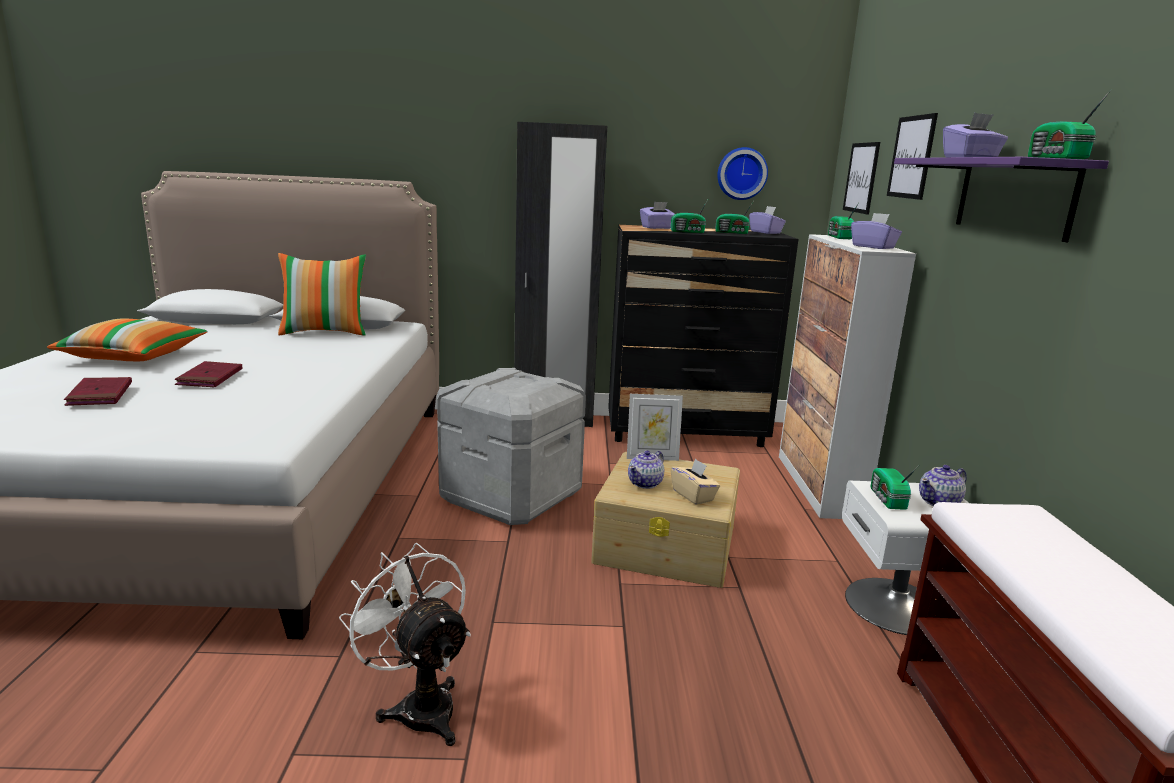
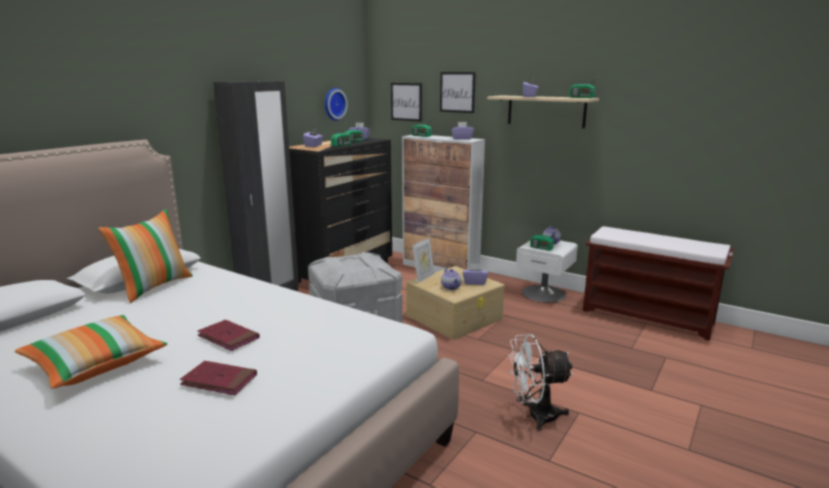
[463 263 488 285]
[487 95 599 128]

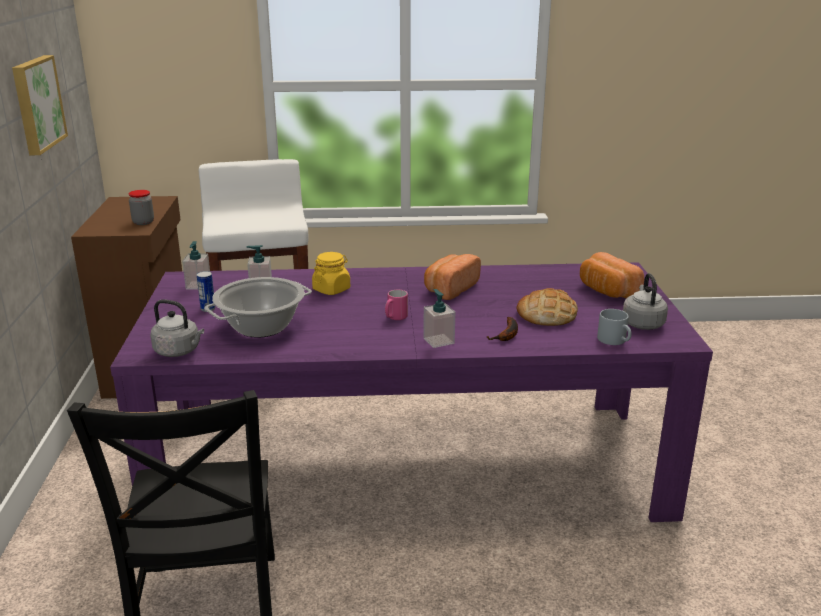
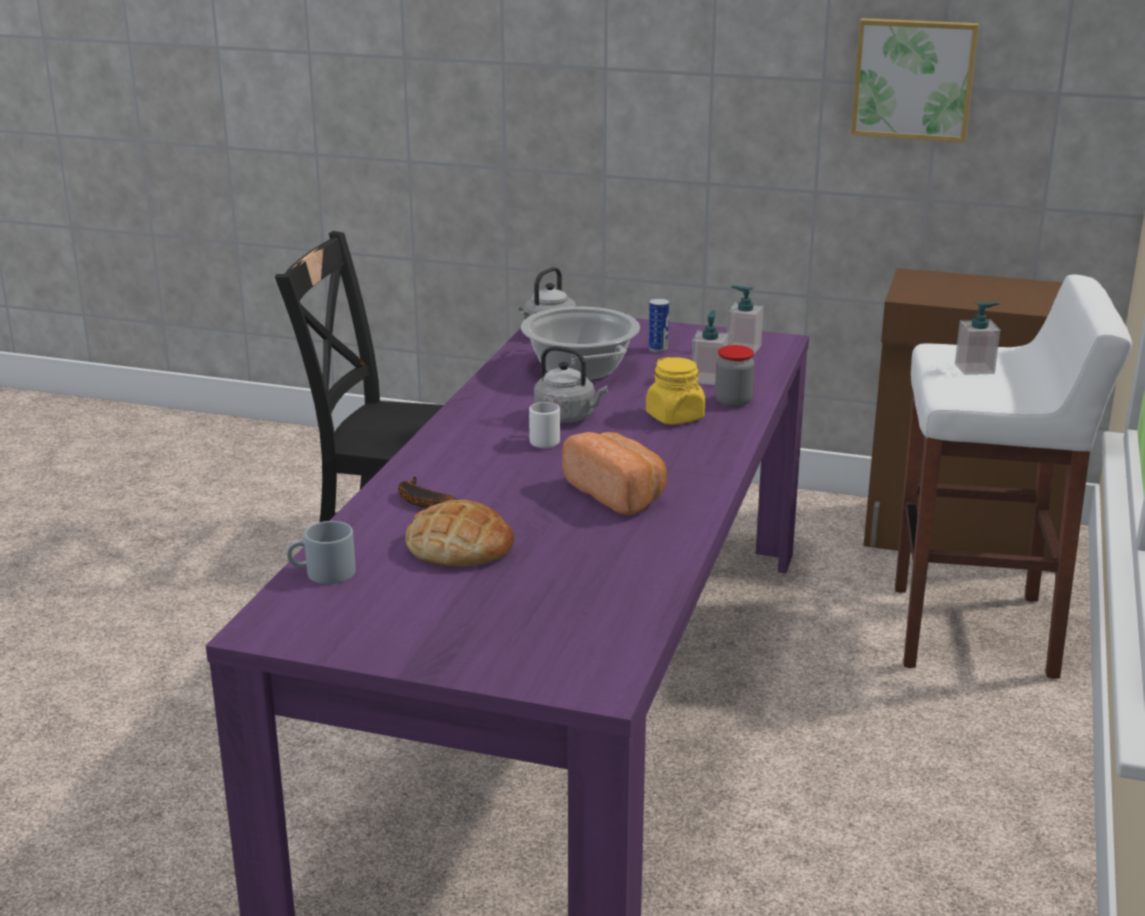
[580 252 644 298] (first image)
[715 345 755 408]
[955 302 1000 375]
[534 346 608 423]
[529 402 560 448]

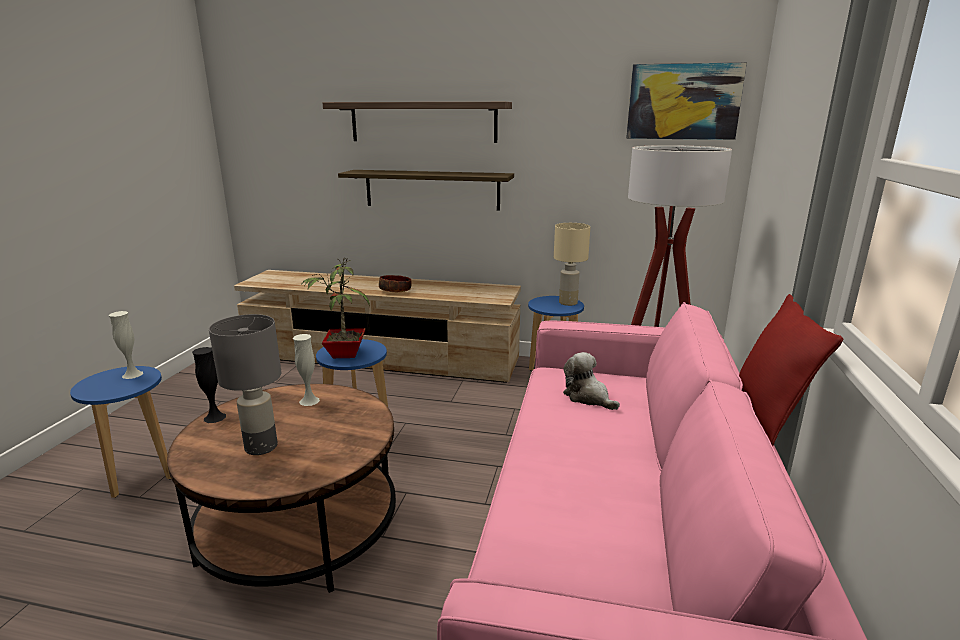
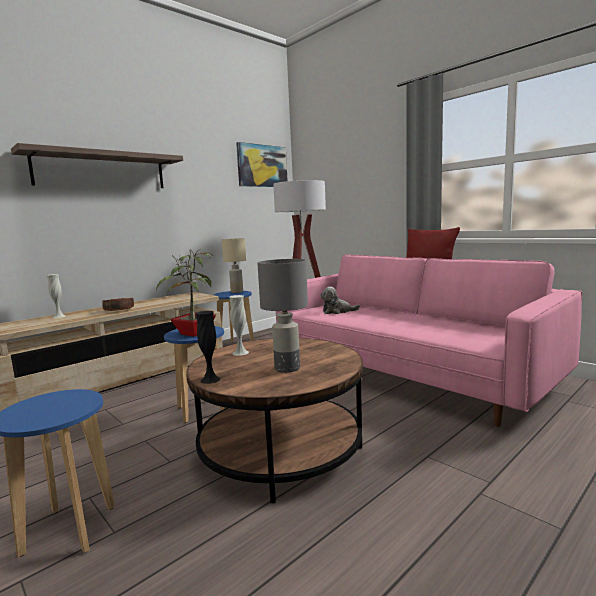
[338 170 514 211] (first image)
[47 274 65 318]

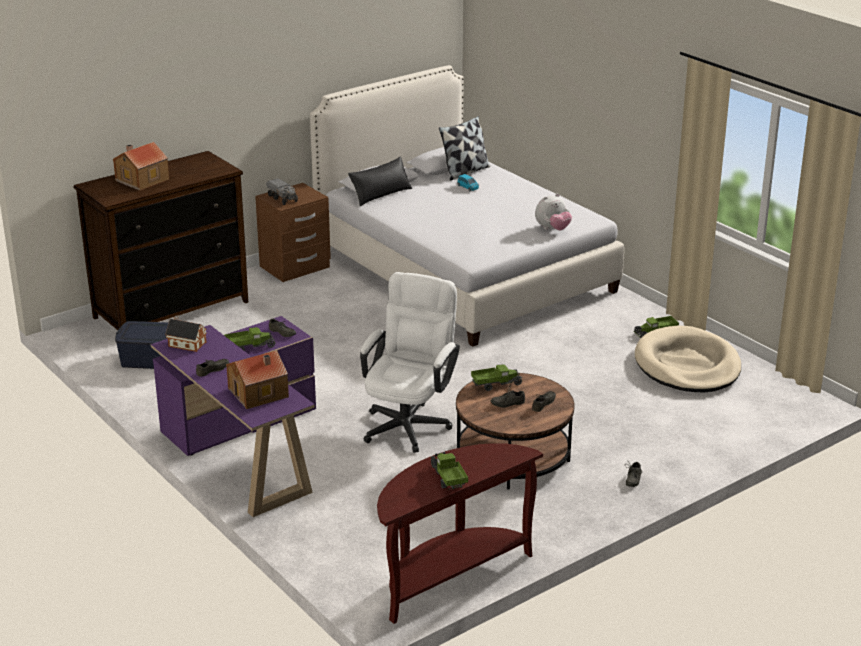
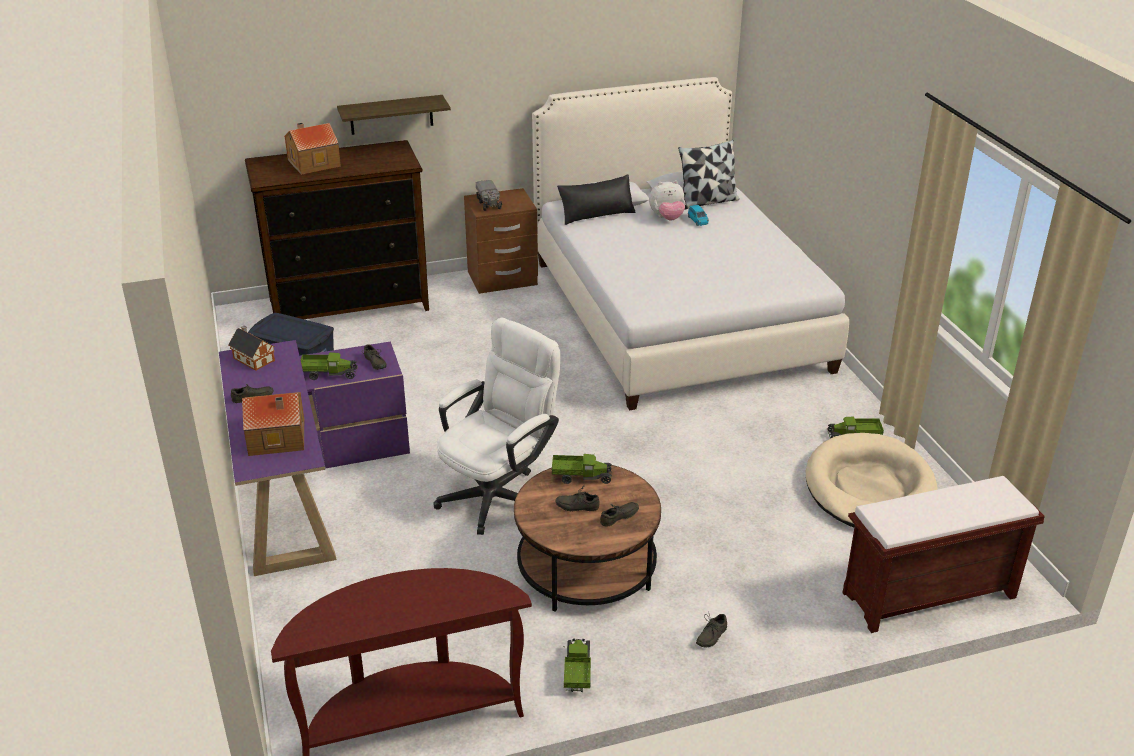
[337 95 451 135]
[842 476 1045 633]
[564 639 591 692]
[649 180 685 221]

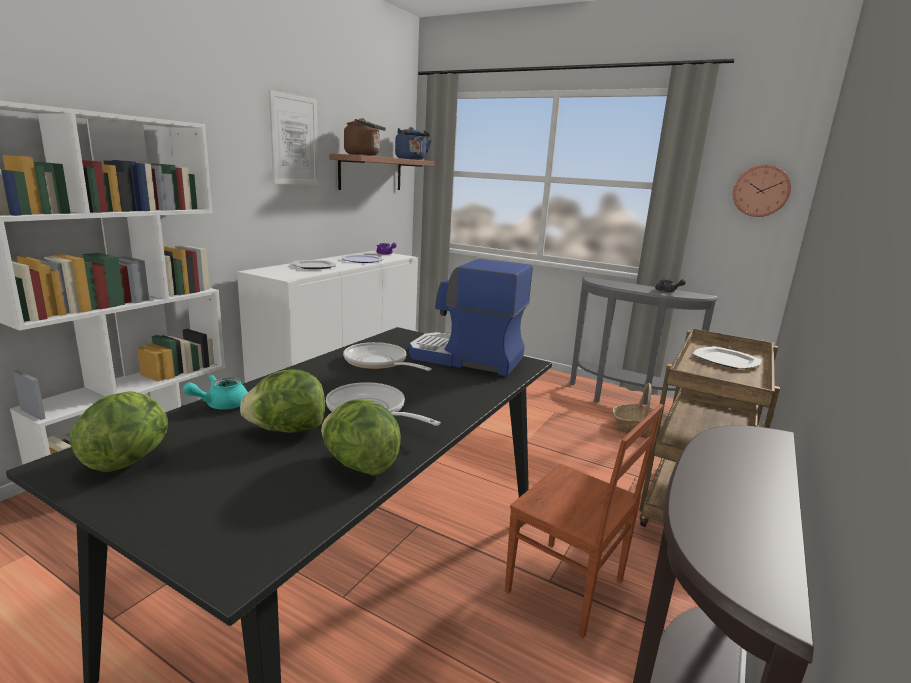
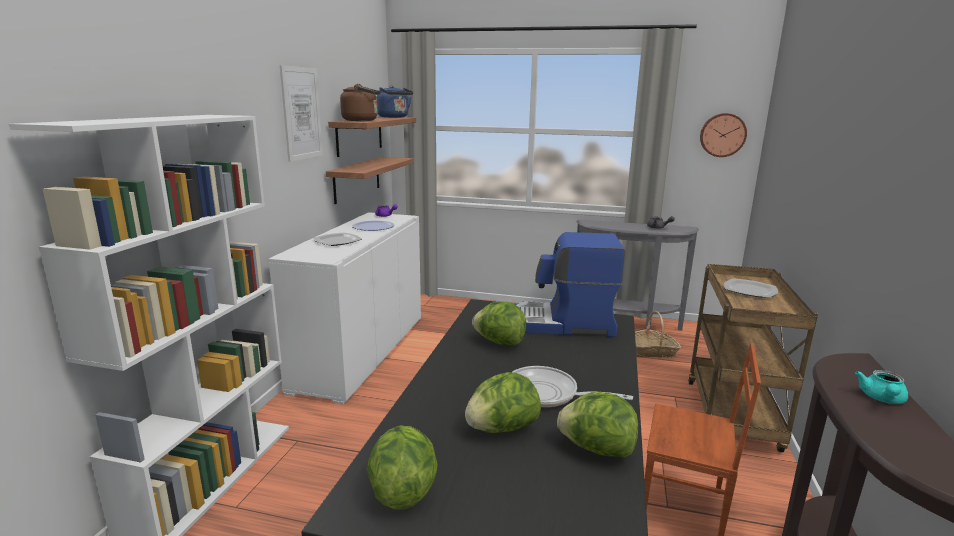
[326 157 414 204]
[855 370 908 404]
[472 301 527 345]

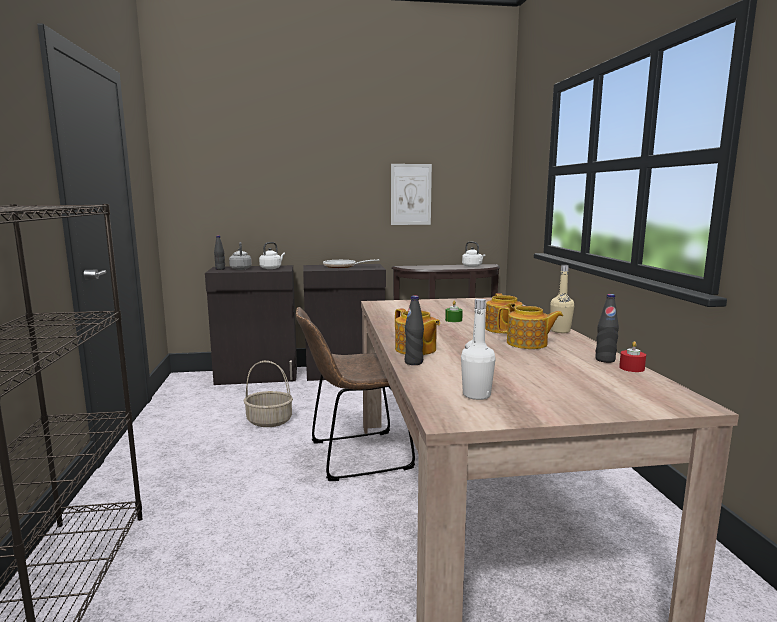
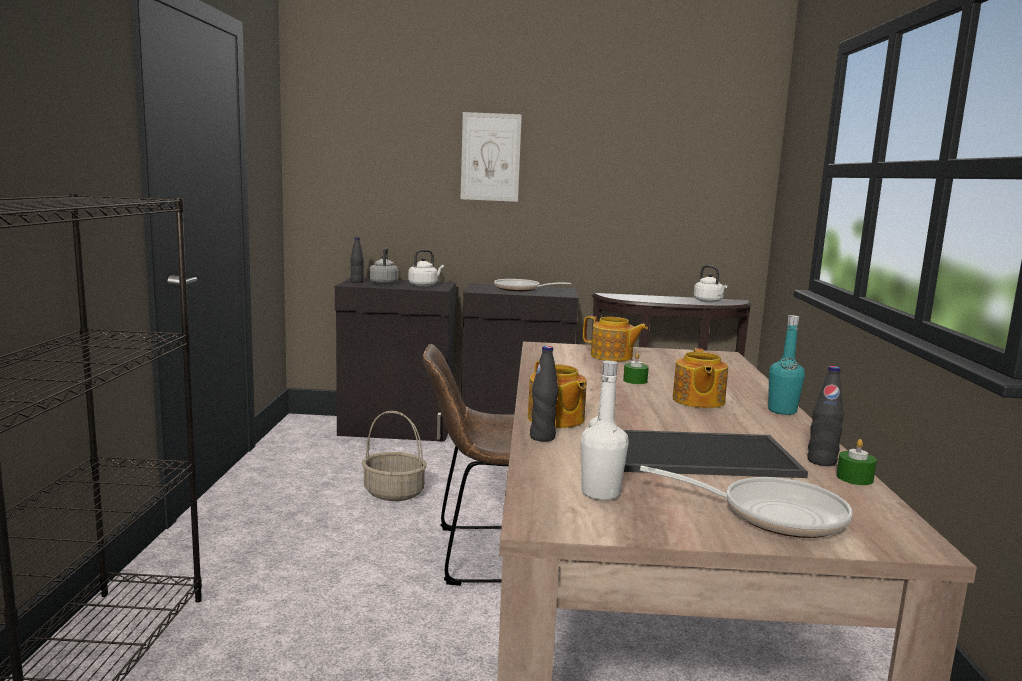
[623 430 808 478]
[640 466 853 538]
[460 112 522 202]
[583 316 648 362]
[768 315 805 415]
[836 439 877 485]

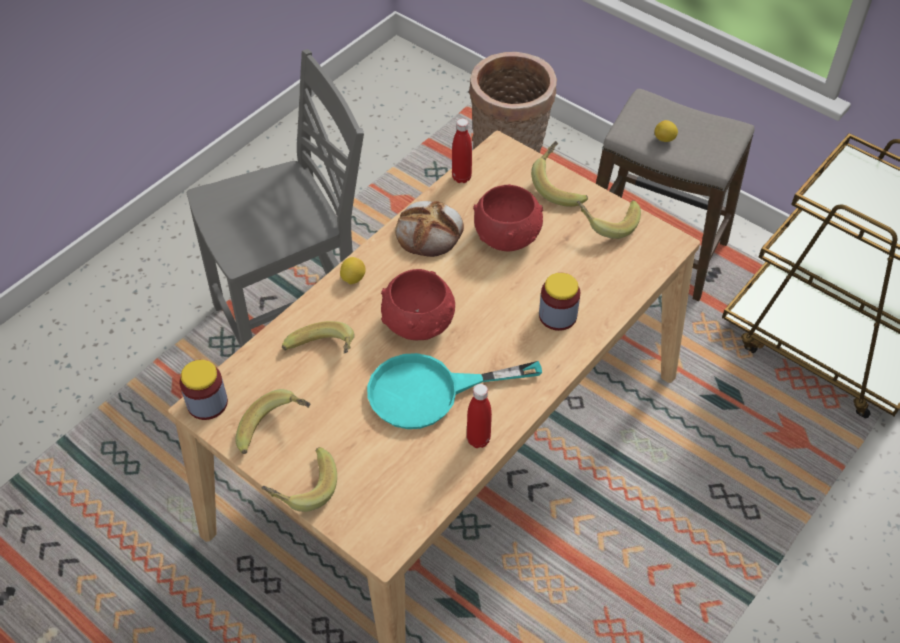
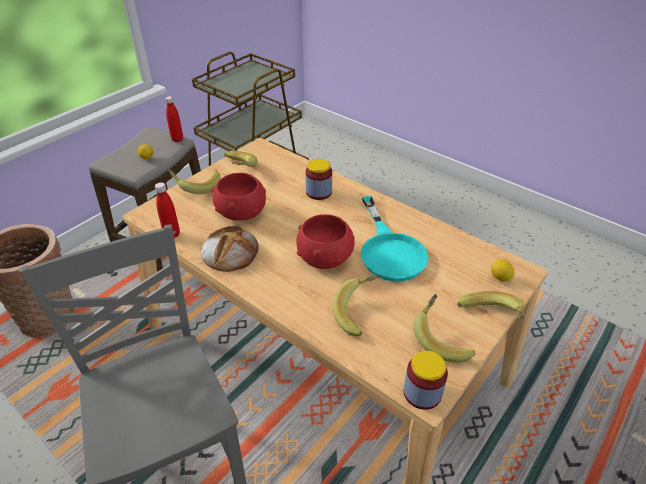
[491 260 515 281]
[165 96 183 142]

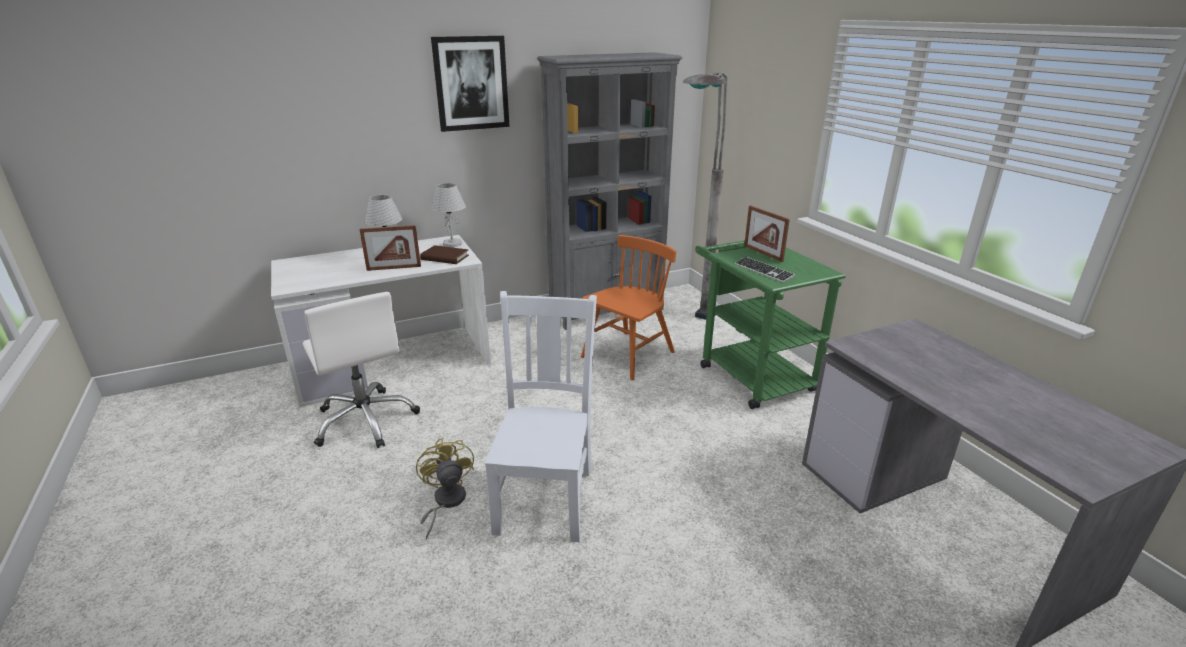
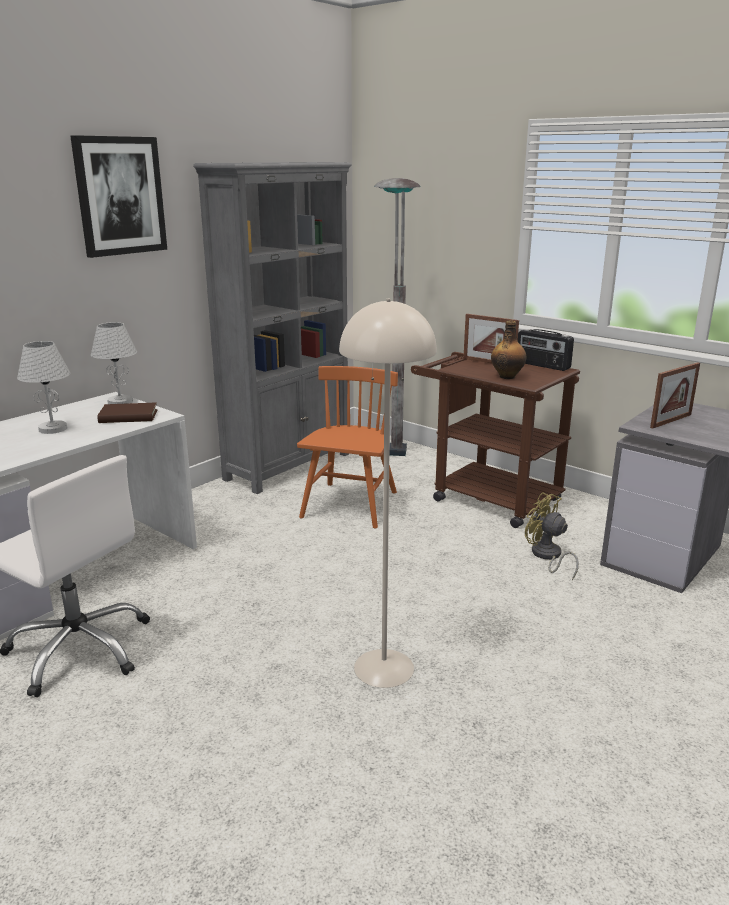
[518 329 574 371]
[650 362 700 428]
[525 492 579 580]
[339 299 437 688]
[491 320 527 379]
[411 352 580 528]

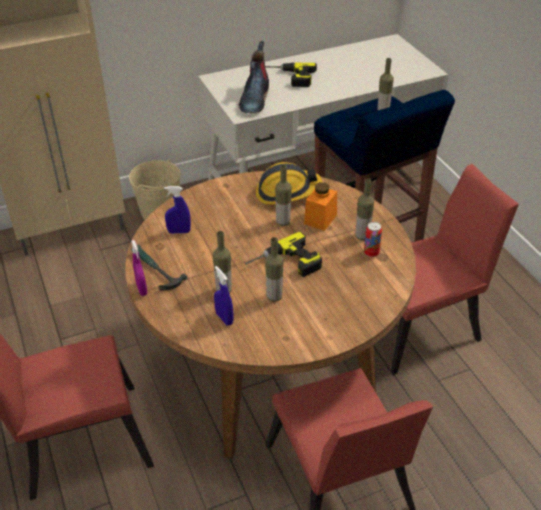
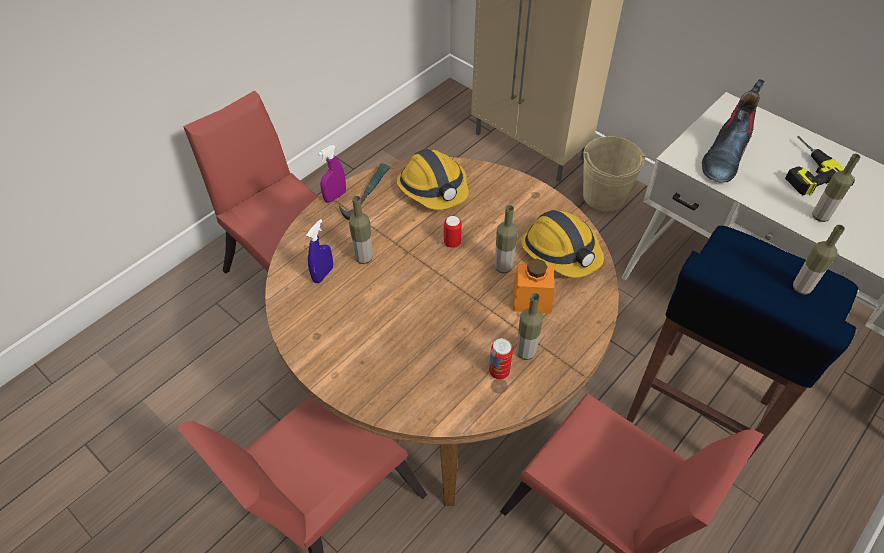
[245 232 322 277] (first image)
[444 216 462 248]
[812 154 861 222]
[397 149 469 210]
[702 79 765 183]

